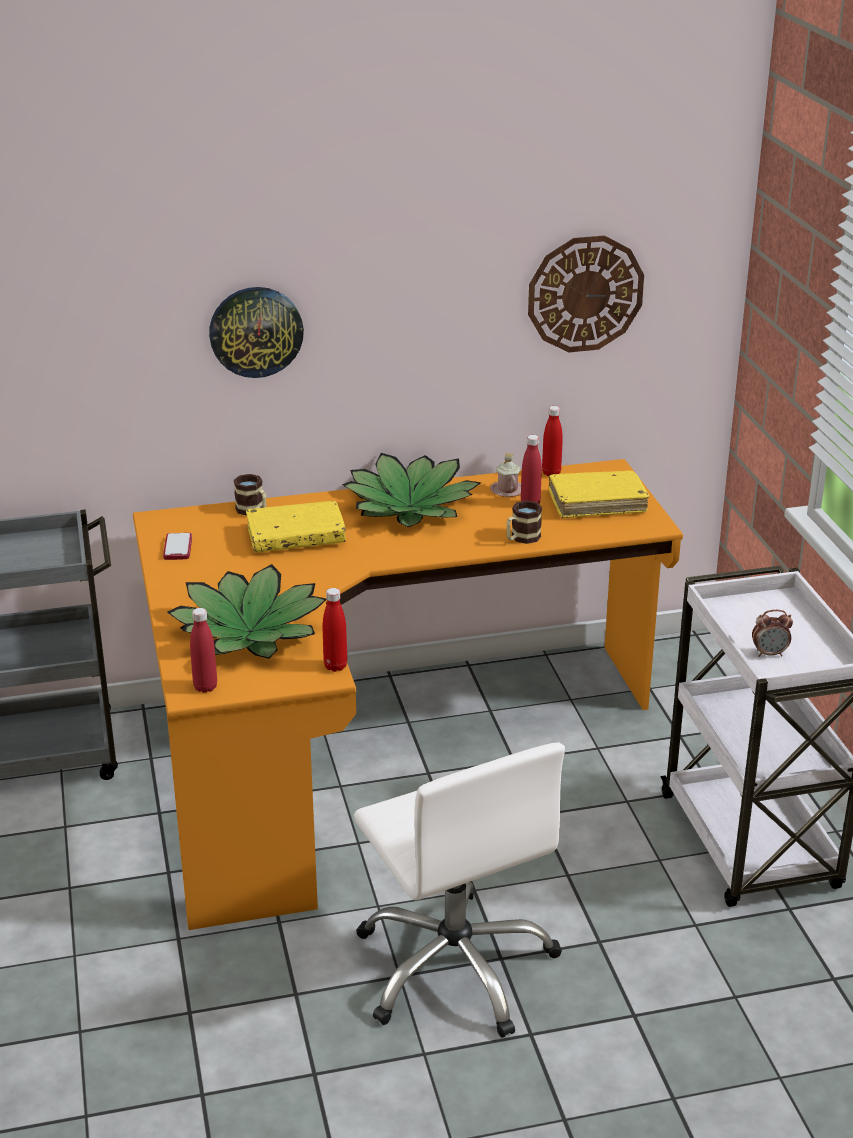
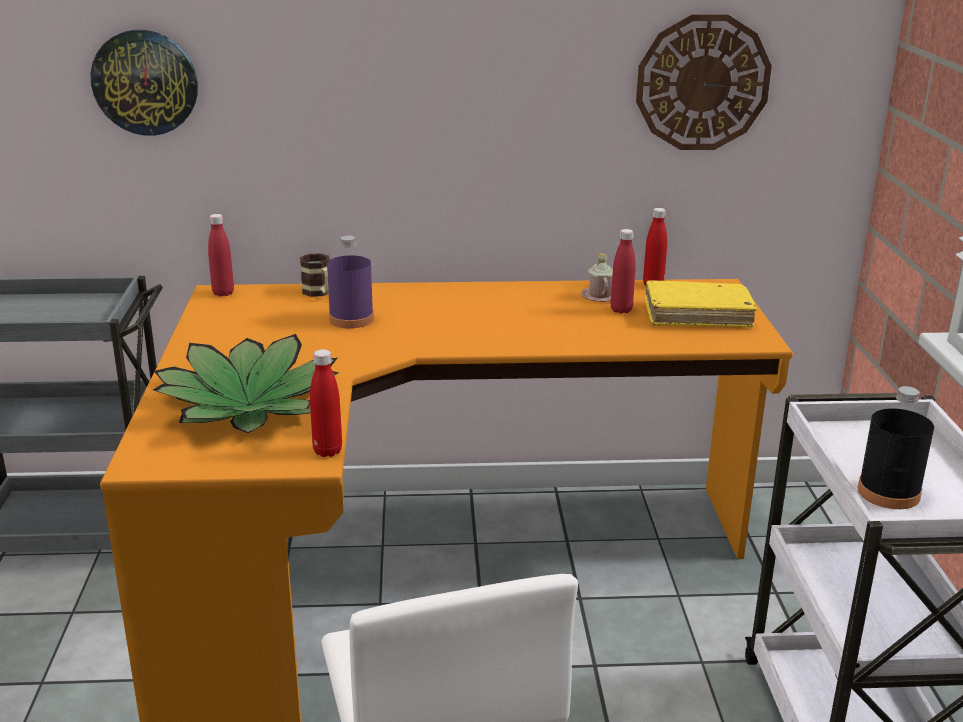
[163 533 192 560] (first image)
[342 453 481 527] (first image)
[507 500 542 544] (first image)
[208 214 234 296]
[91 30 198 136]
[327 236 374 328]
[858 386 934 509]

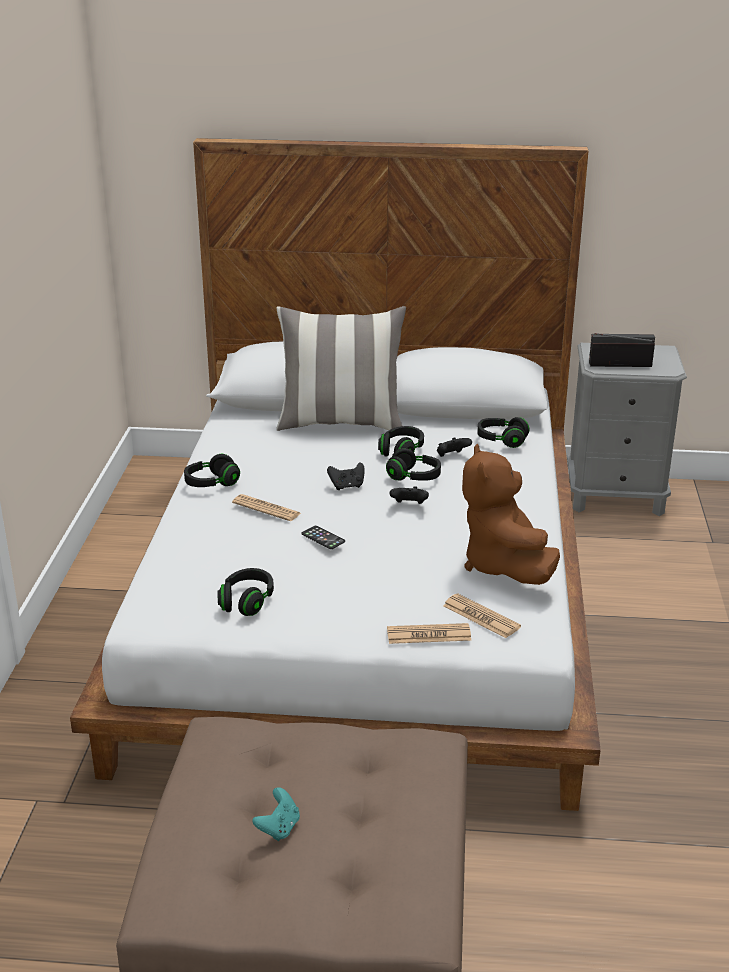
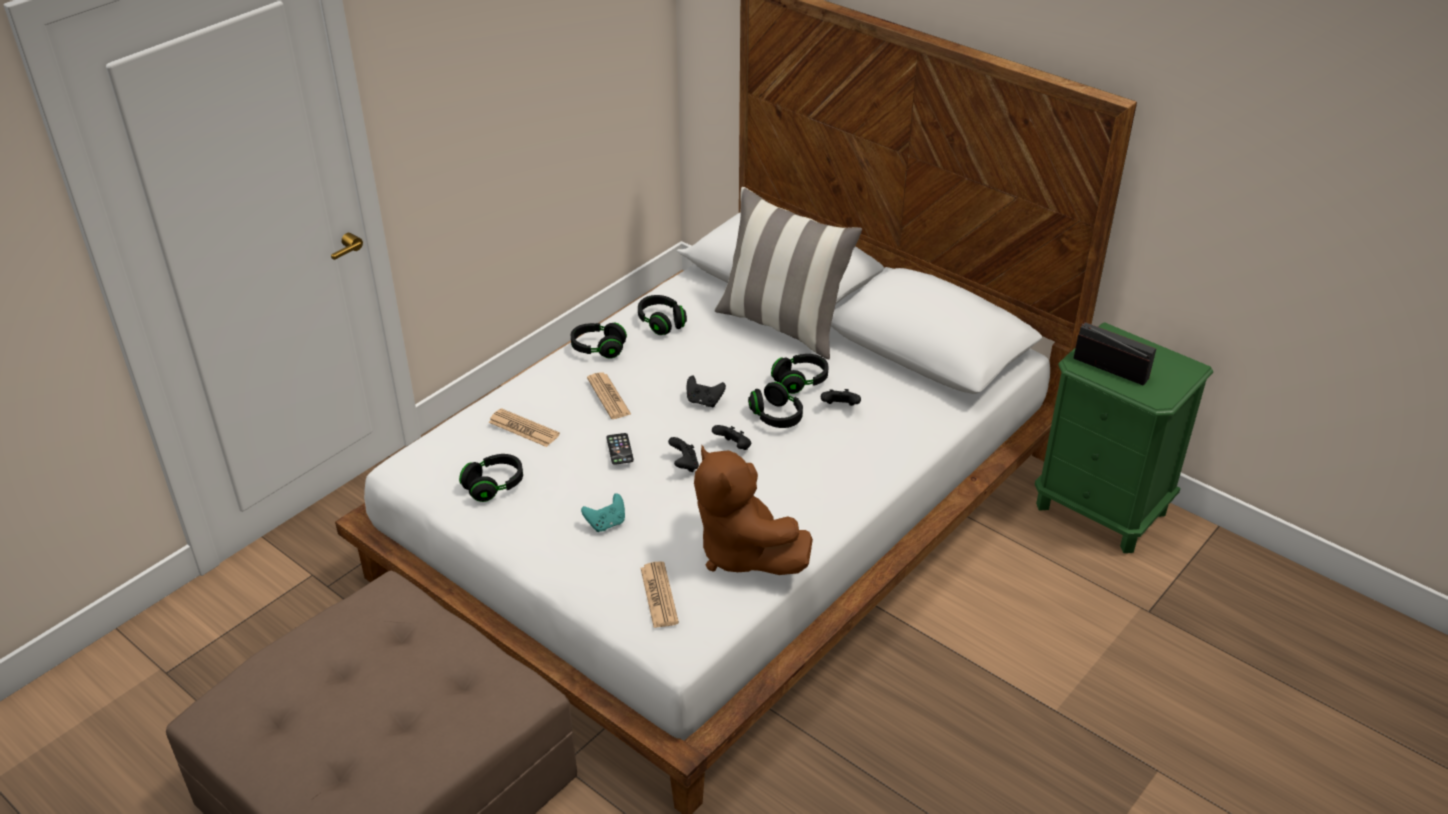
[668 437 699 472]
[581 493 625 532]
[488 408 560 447]
[638 295 687 335]
[1035 322 1213 553]
[694 446 813 575]

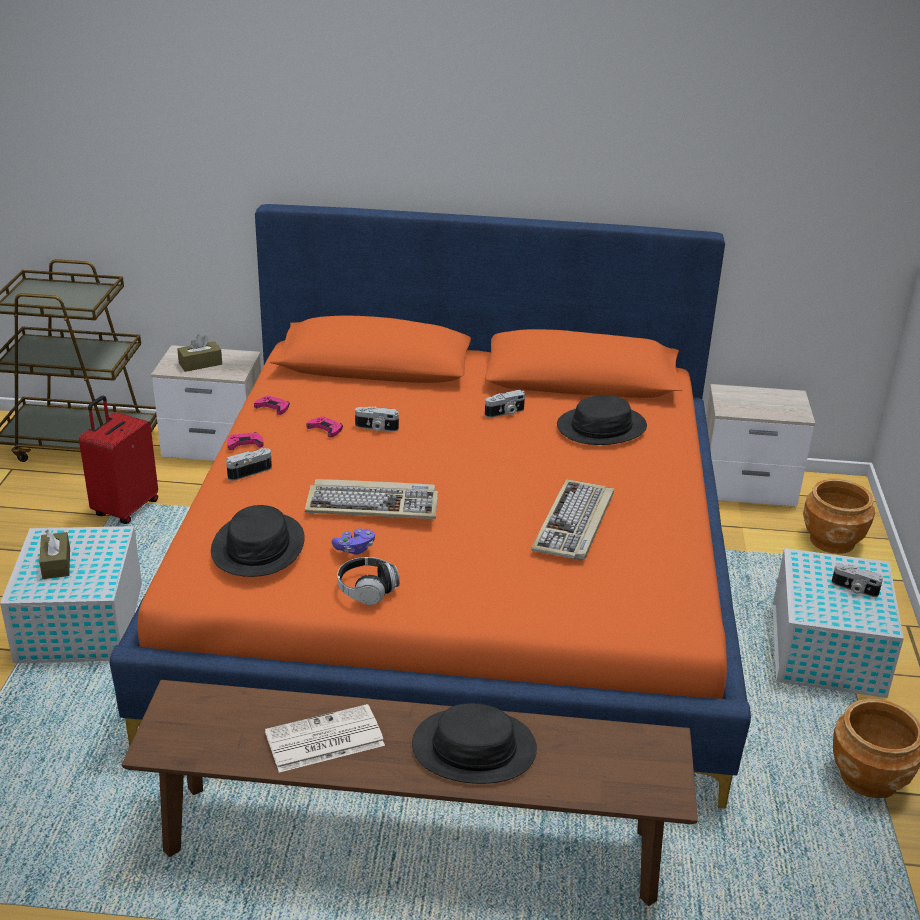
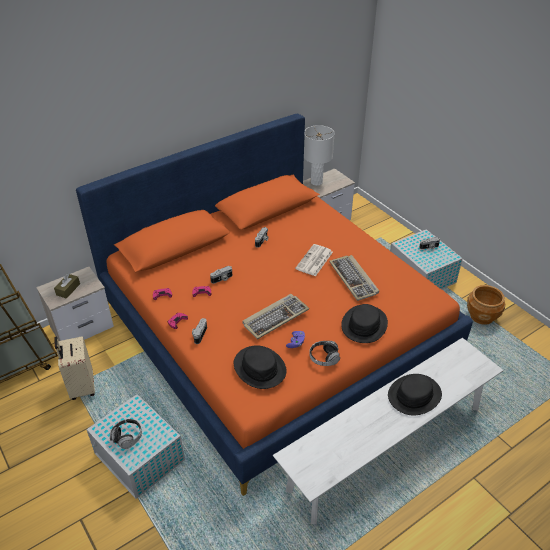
[803 479 875 554] (first image)
[304 125 335 186]
[295 244 333 276]
[341 304 388 343]
[110 419 142 449]
[54 336 95 400]
[273 338 503 524]

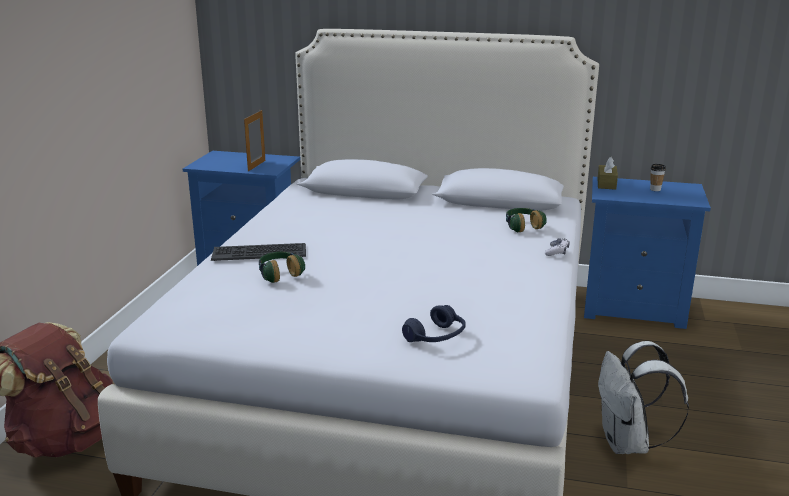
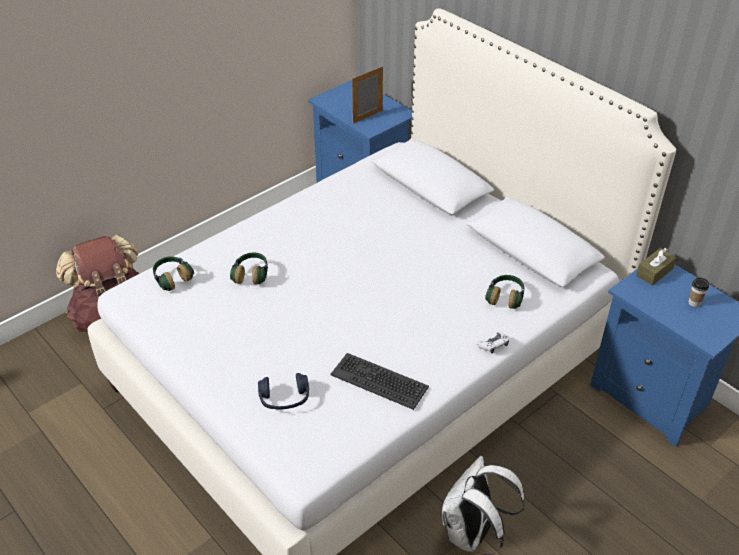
[153 256 194 291]
[330 353 429 410]

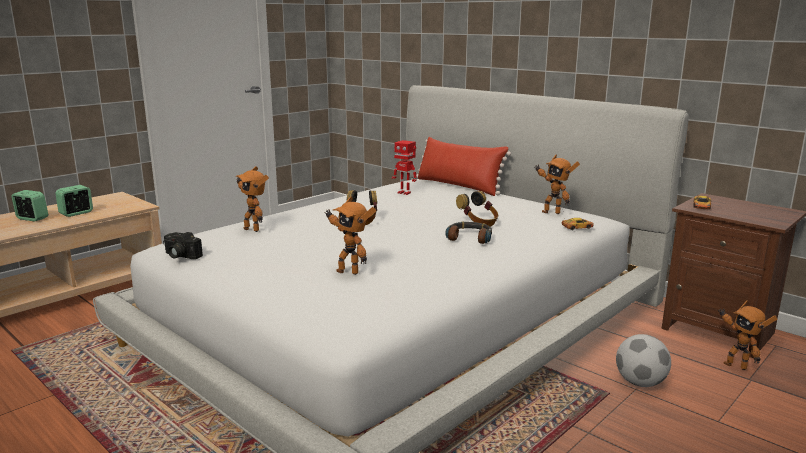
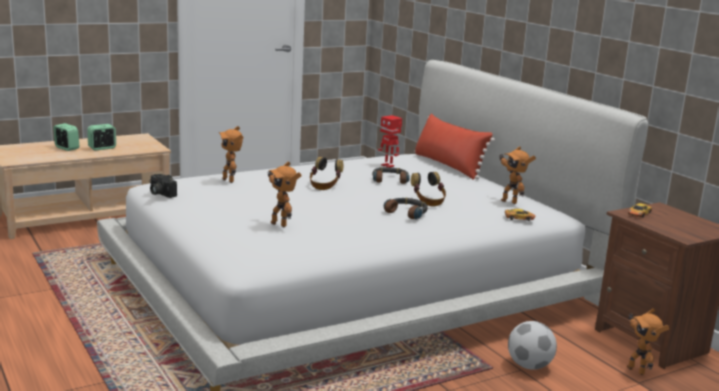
[372 167 409 184]

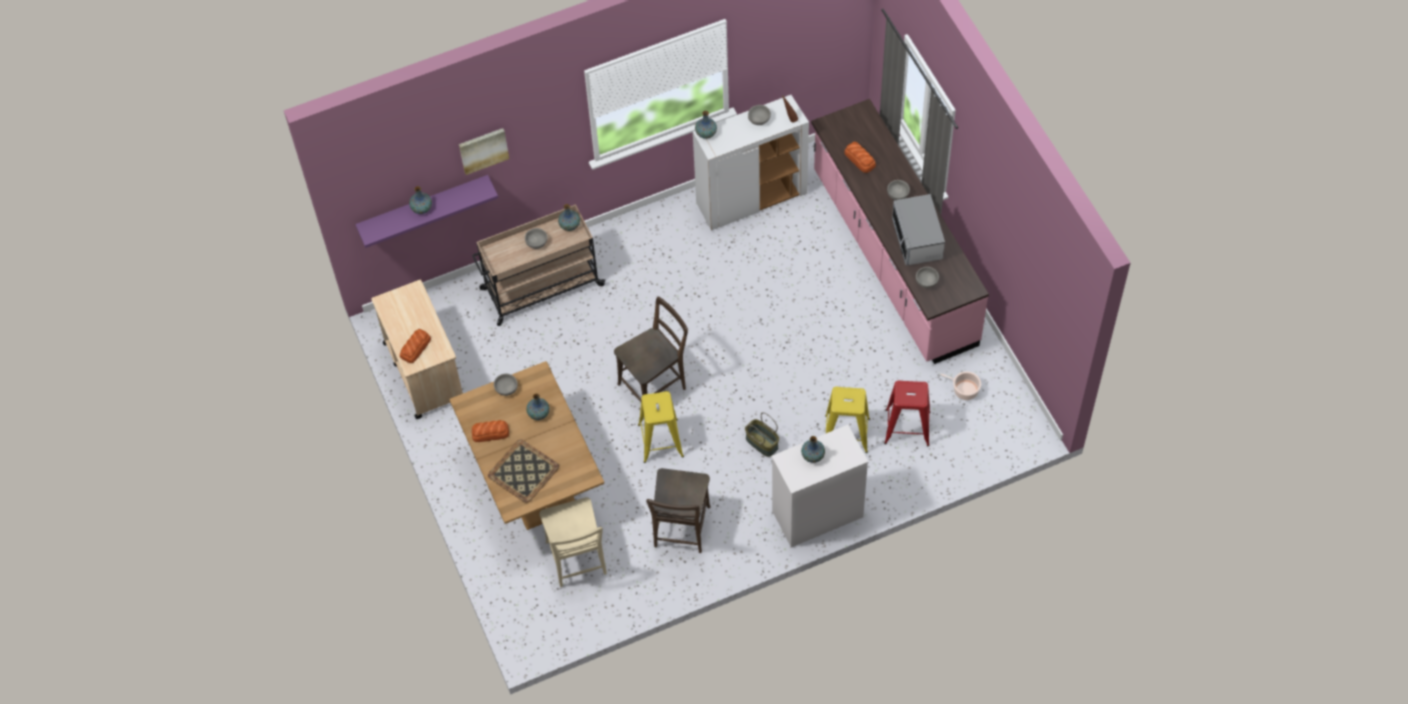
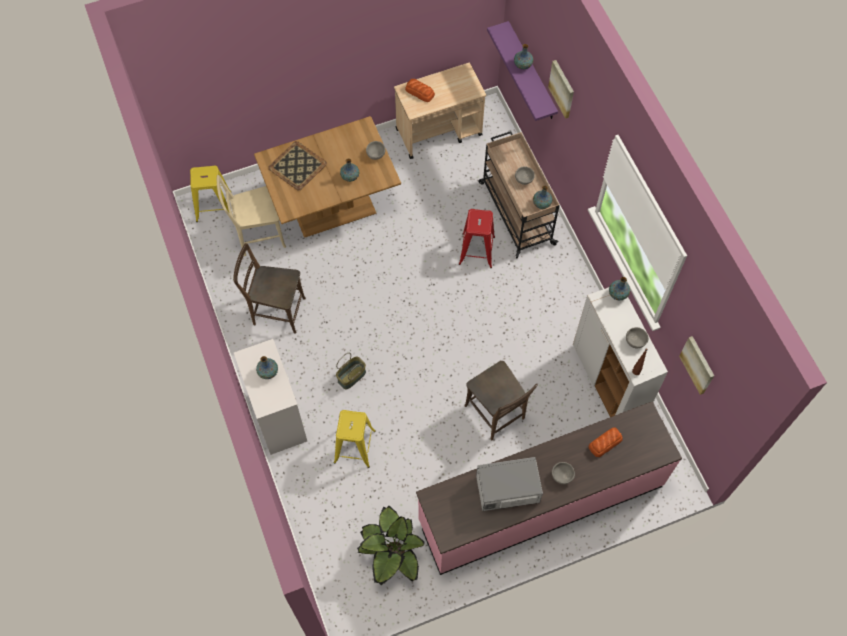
[472 420 509 442] (first image)
[916 267 939 288] (first image)
[679 336 714 395]
[464 361 538 440]
[190 166 232 222]
[459 209 495 268]
[357 506 424 585]

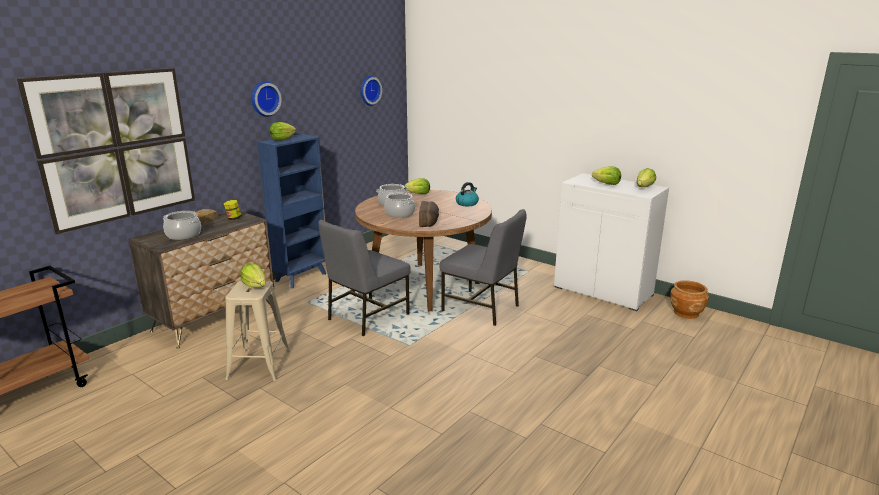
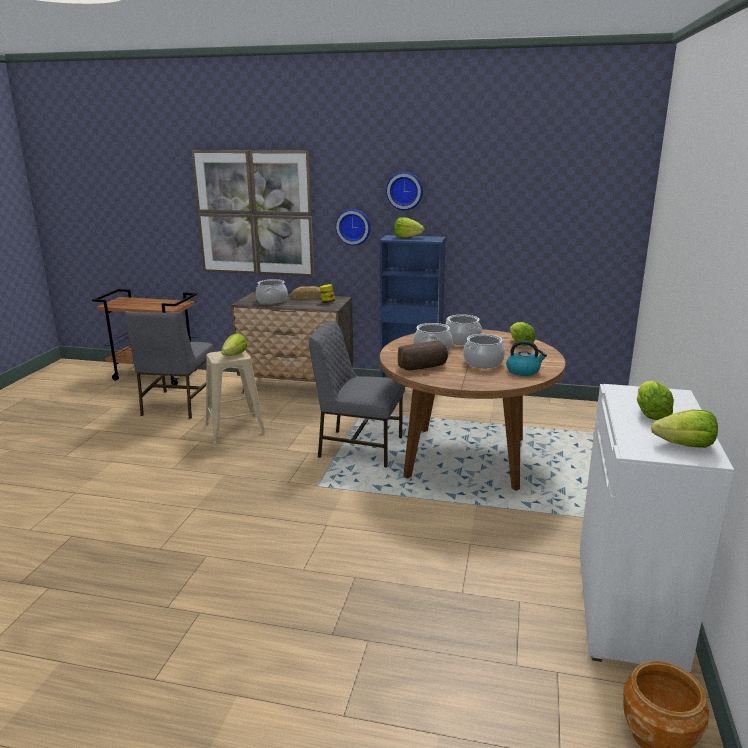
[463 334 505 368]
[336 209 371 246]
[124 311 214 419]

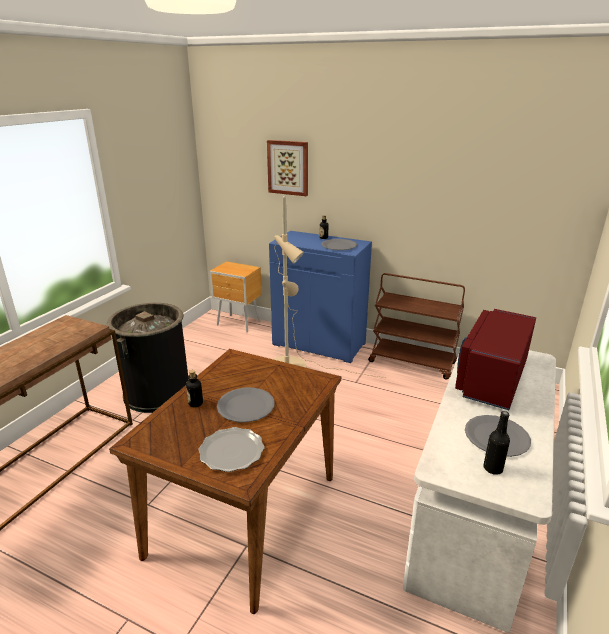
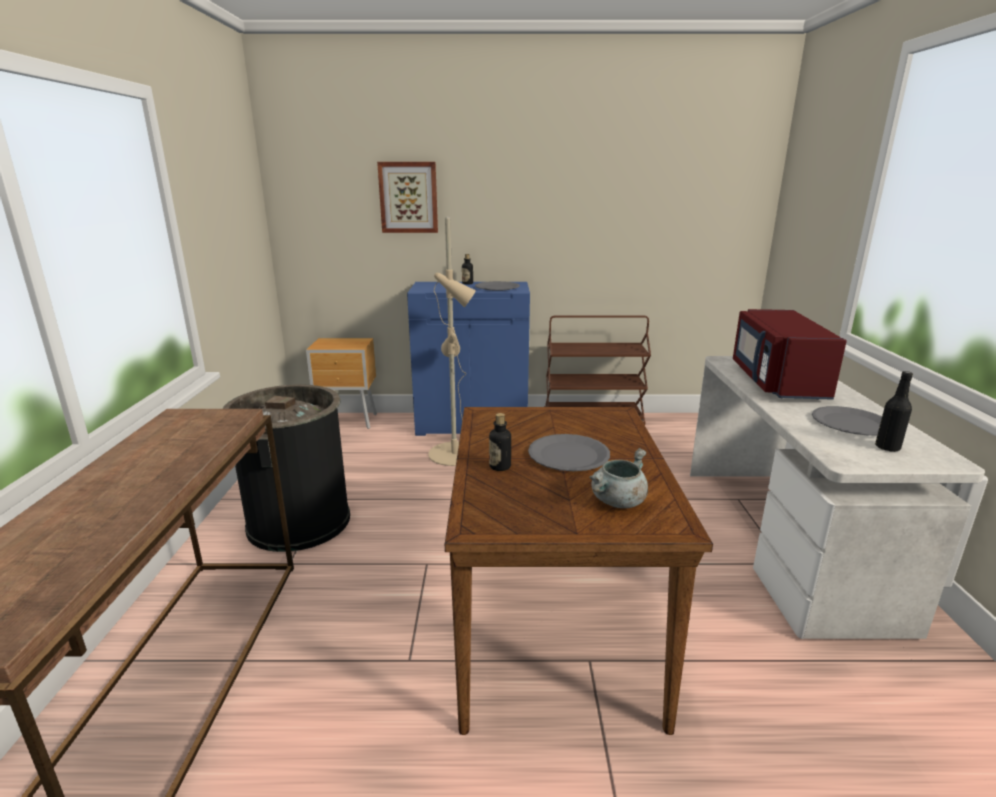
[589 448 648 508]

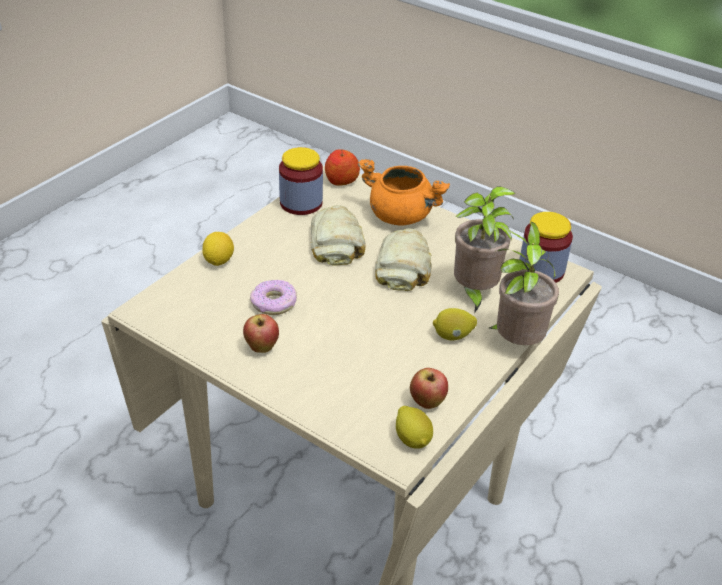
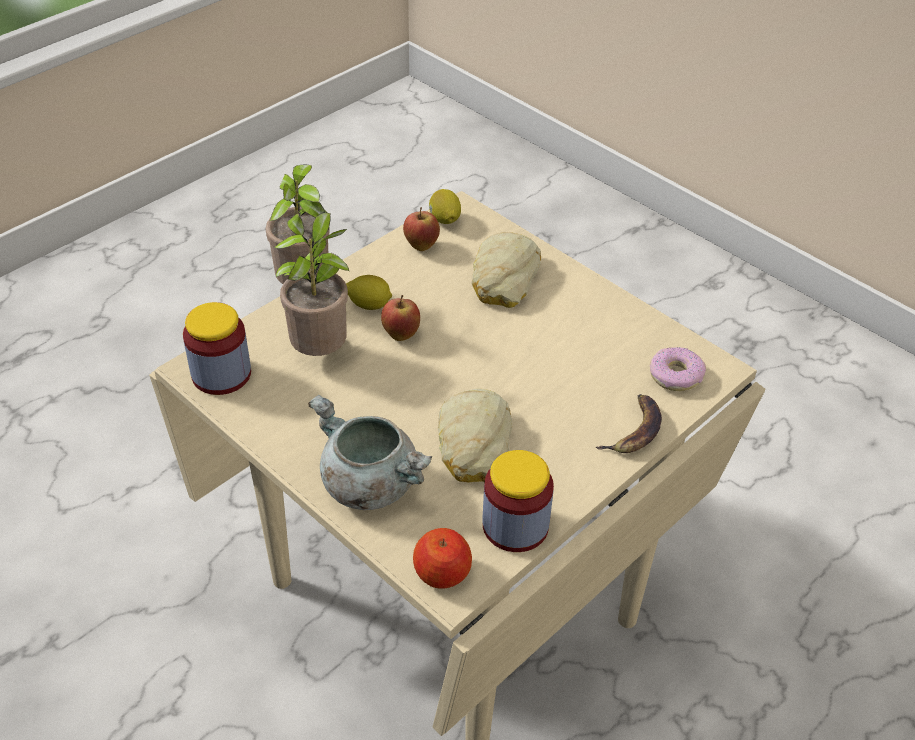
[381 295 420 341]
[650 347 706 391]
[472 232 541 308]
[596 394 662 453]
[308 395 433 510]

